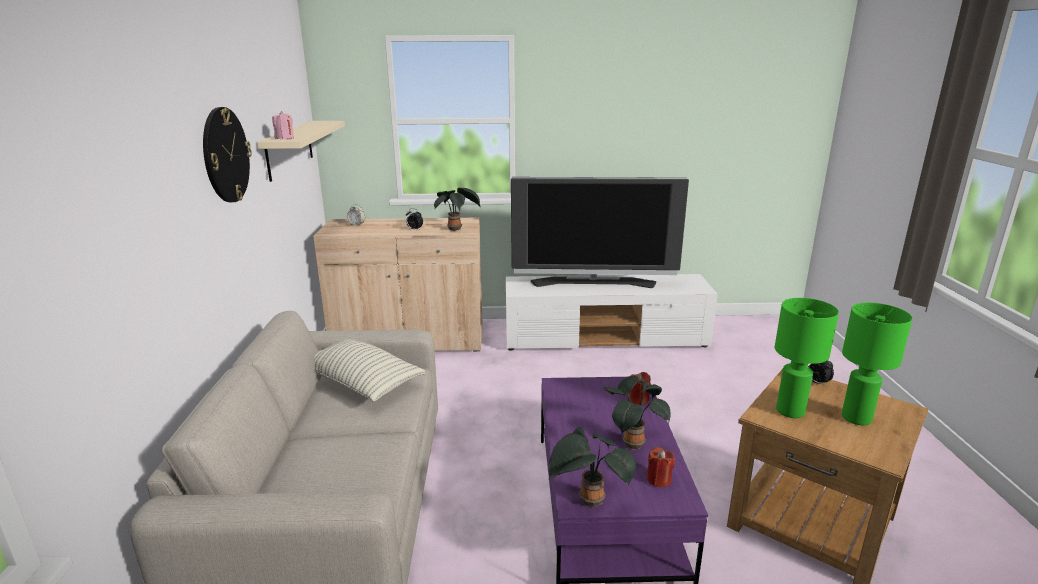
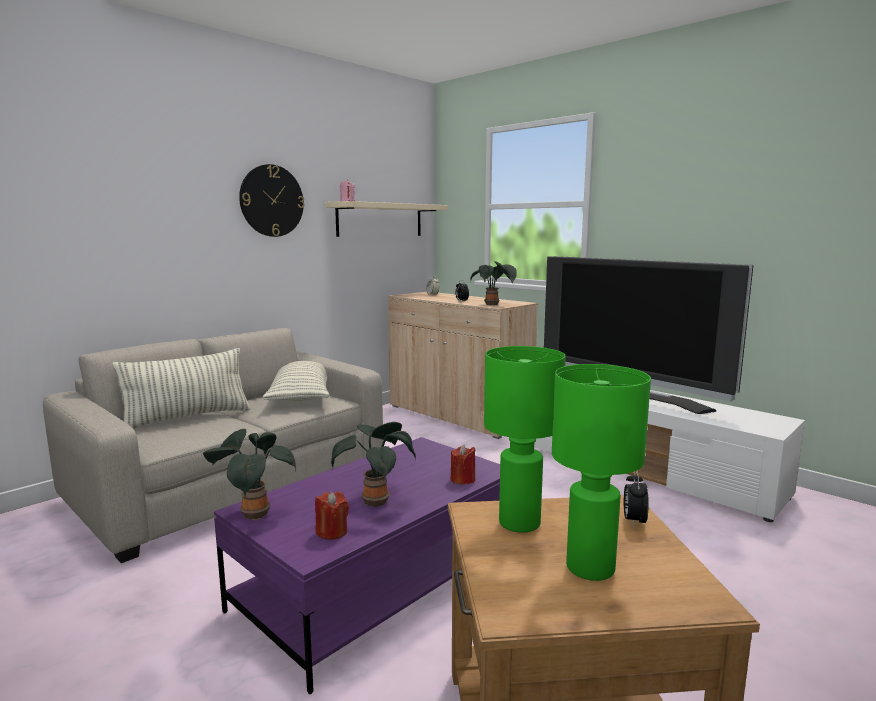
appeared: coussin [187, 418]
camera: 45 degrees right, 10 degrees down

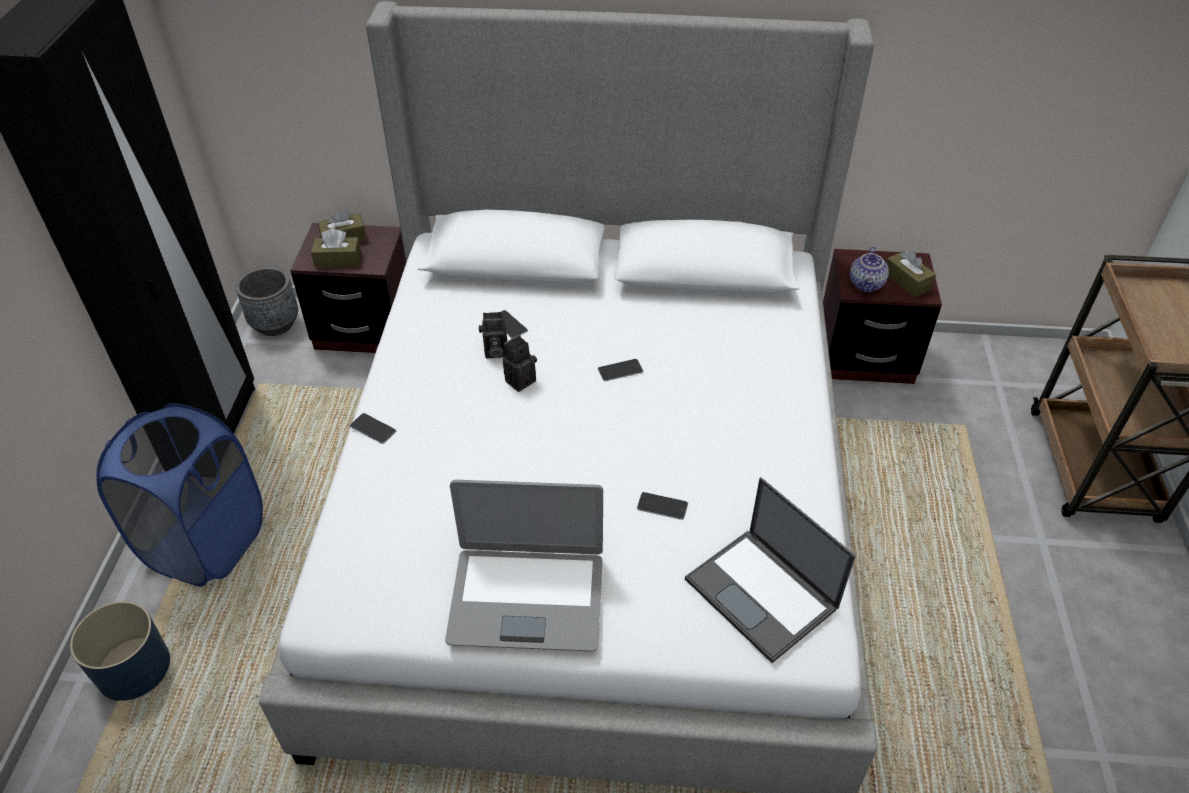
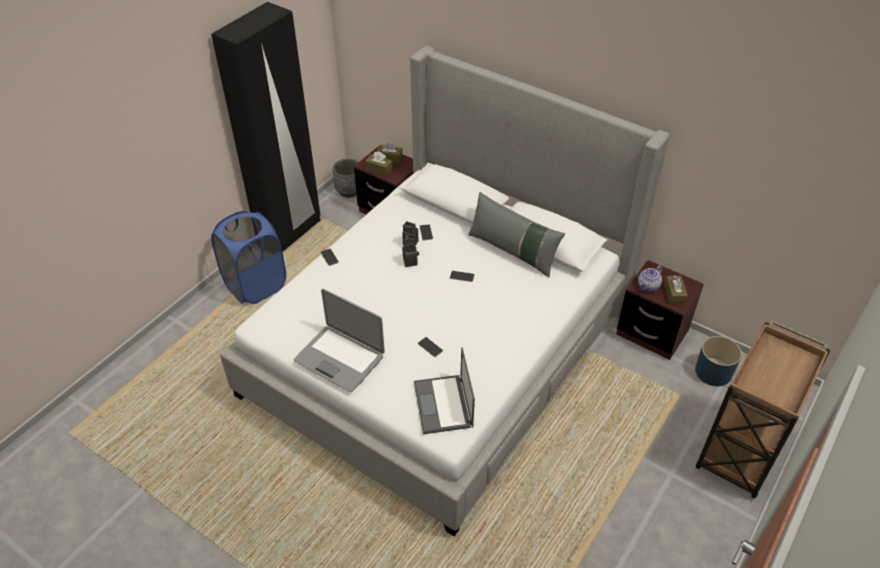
appeared: coussin/gris [513, 251]
relocated: cache-pot/bleu [134, 669] to [713, 372]
camera: 30 degrees right, 0 degrees up

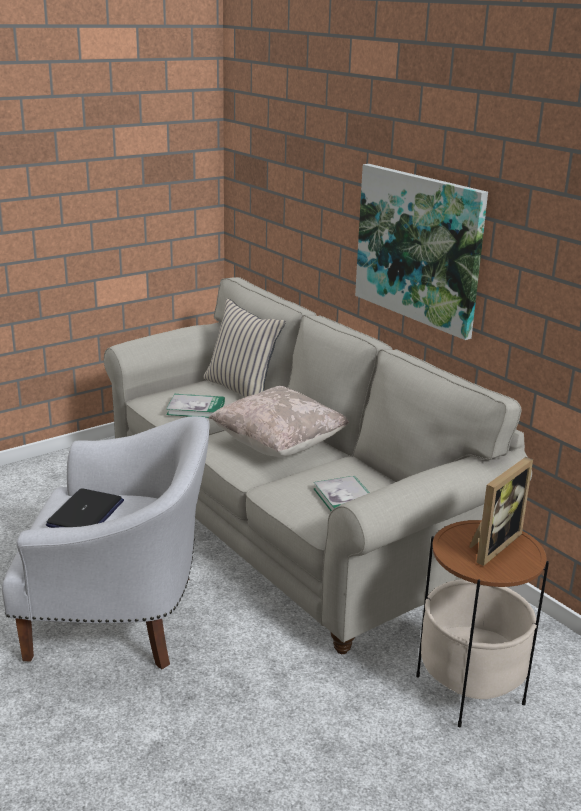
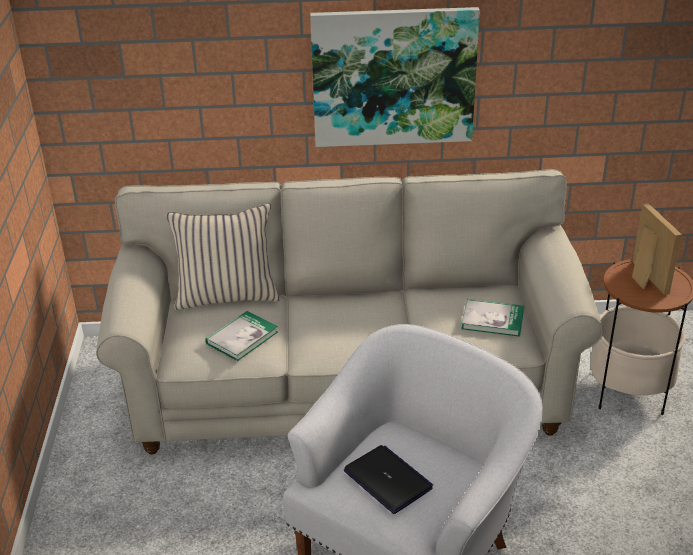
missing: coussin/beige [278, 445]
camera: 55 degrees left, 10 degrees up

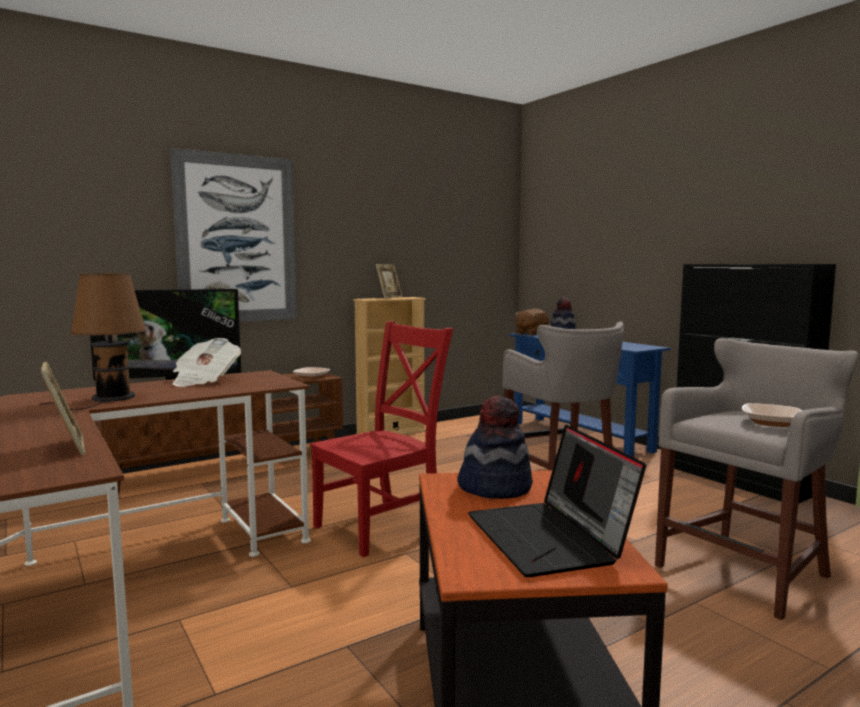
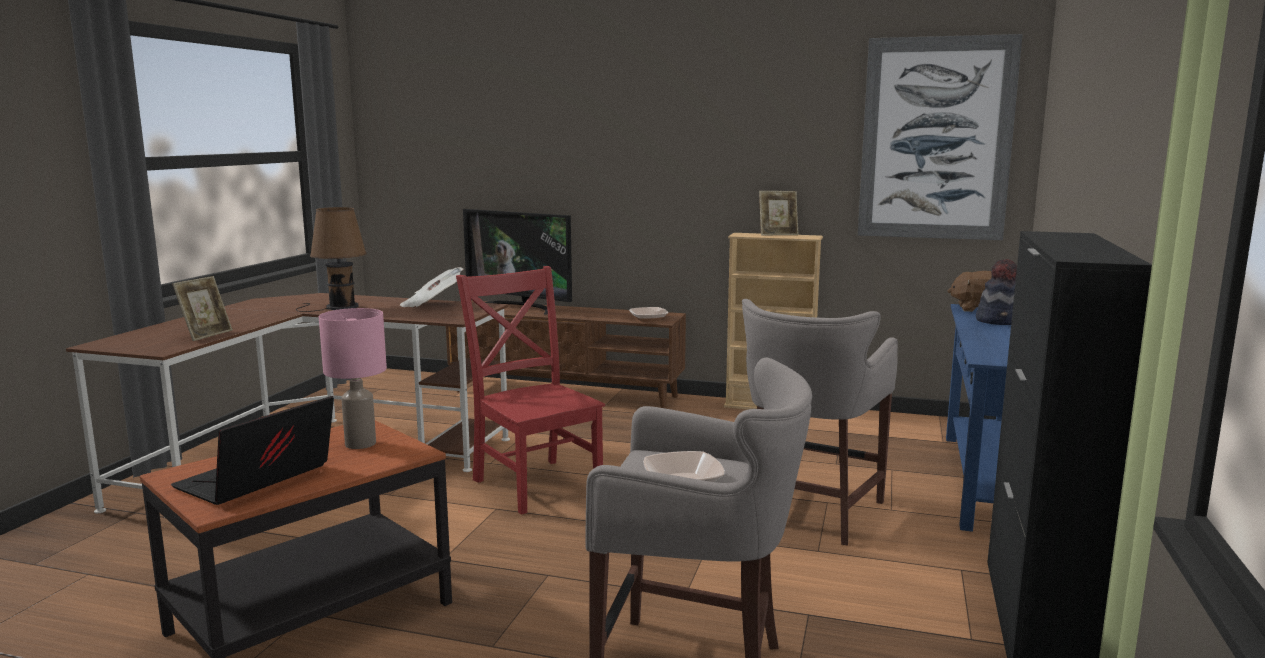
relocated: tableau [237, 239] to [936, 139]
exchanged: chapeau [495, 487] to lampe de table/rose [361, 443]
spun: chaise/rouge [383, 526] = [535, 483] 135 degrees counterclockwise
camera: 50 degrees right, 5 degrees up

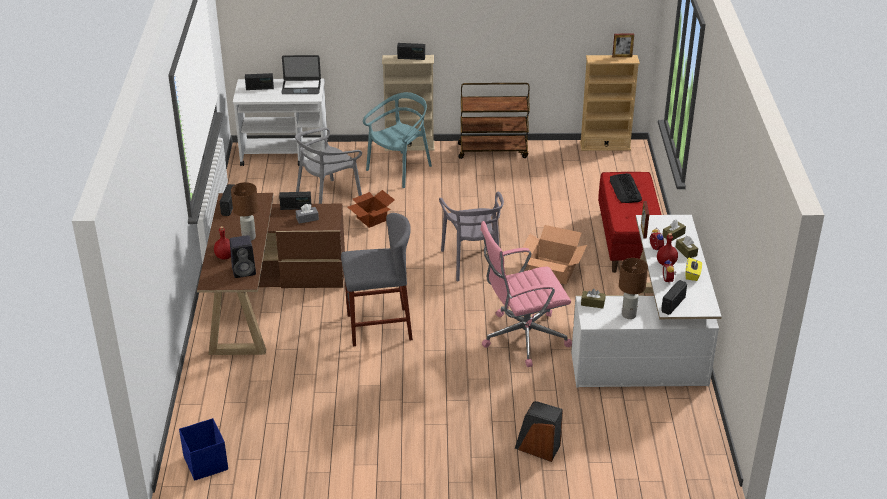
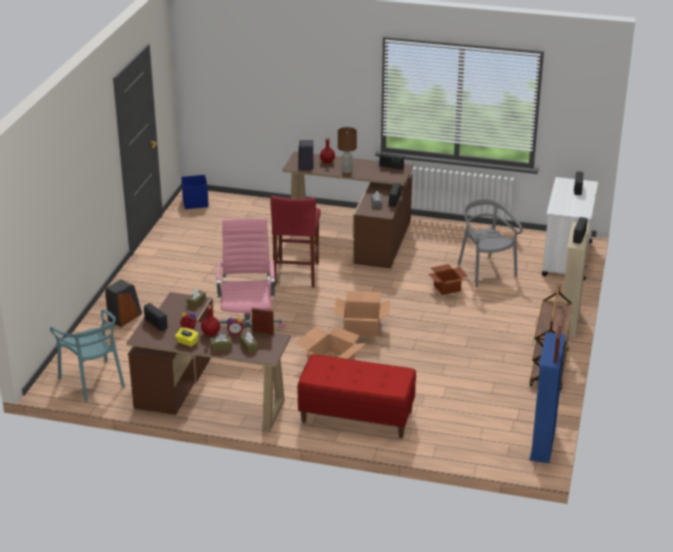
missing: ordinateur portable [301, 87]; clavier [625, 189]; lampe de table/marron [629, 314]
relocated: chaise/turquoise [400, 169] to [93, 381]
exchanged: chaise/gris [473, 262] to carton [361, 327]
colour: tabouret/gris [379, 327] to tabouret/rouge [296, 274]; bureau/blanc [651, 344] to bureau/marron [204, 394]; bibliothèque/beige [605, 146] to bibliothèque/bleu [543, 444]
camera: 105 degrees right, 5 degrees down

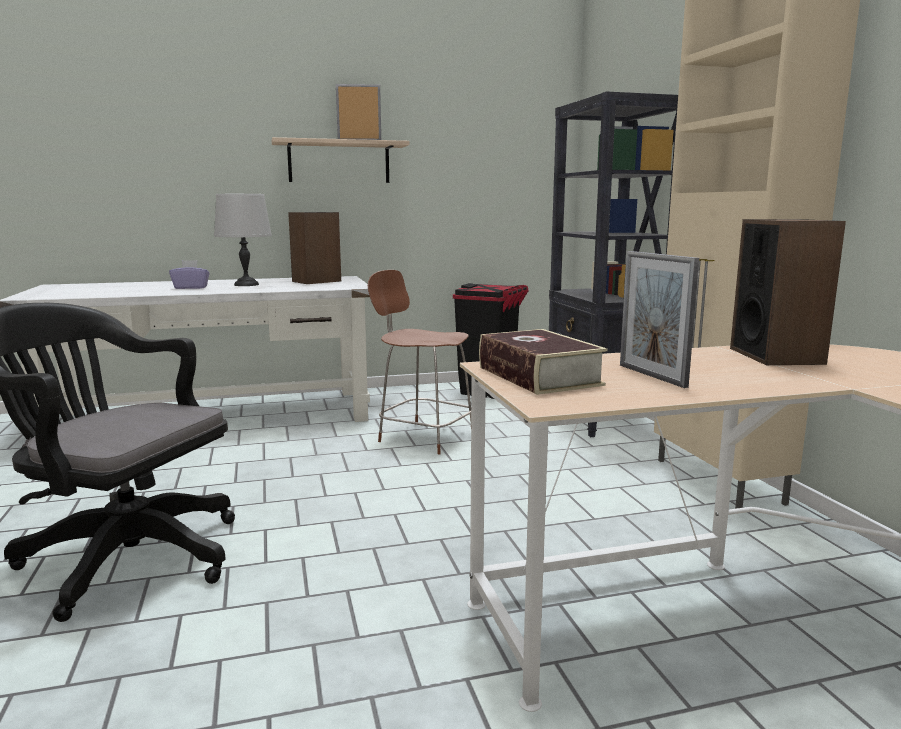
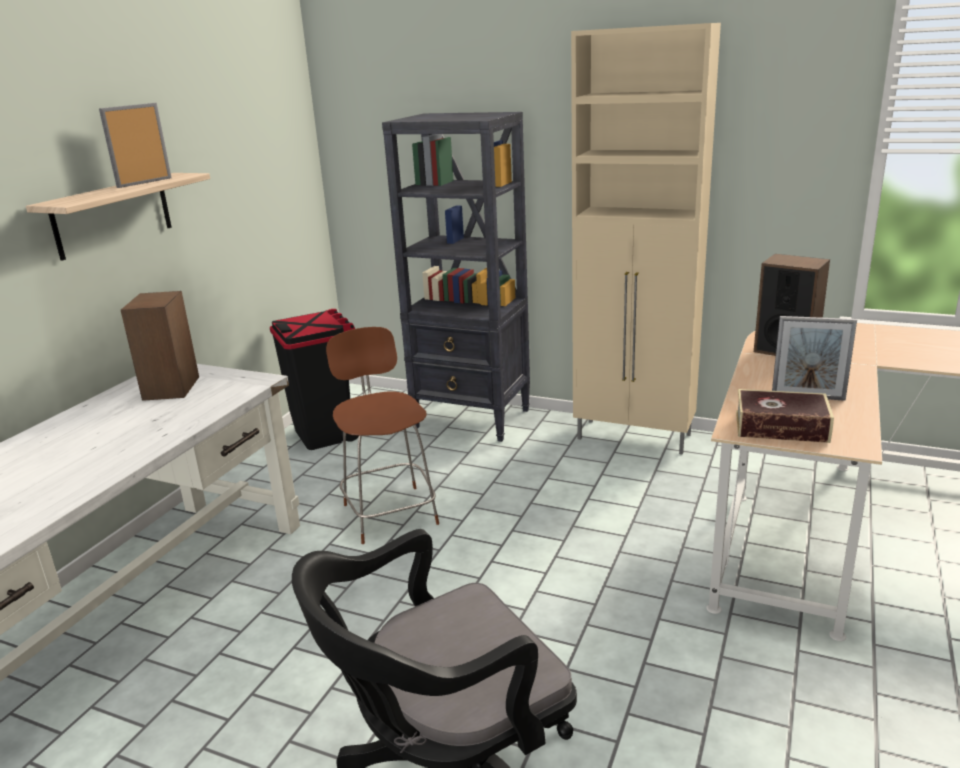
missing: boîte à mouchoirs/violet [191, 287]; lampe de table/gris [246, 284]
spun: chaise/marron [423, 436] = [389, 512] 90 degrees clockwise
camera: 50 degrees left, 10 degrees up

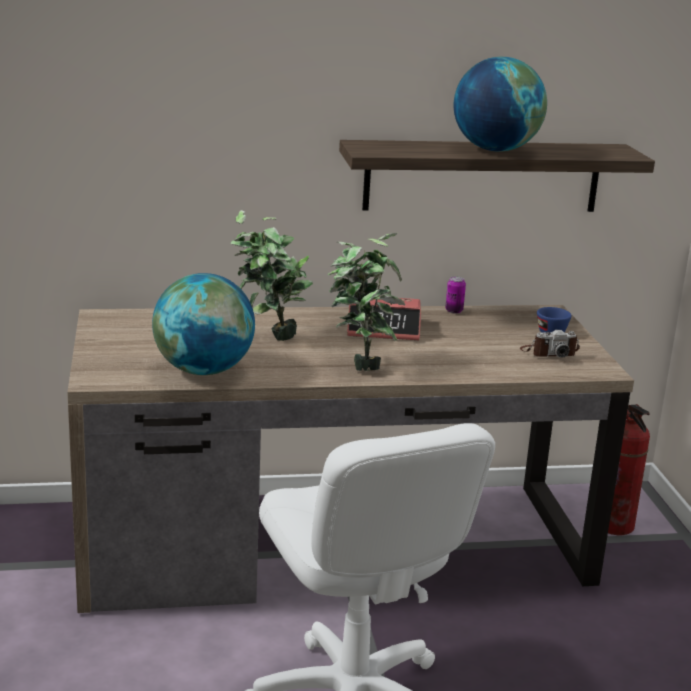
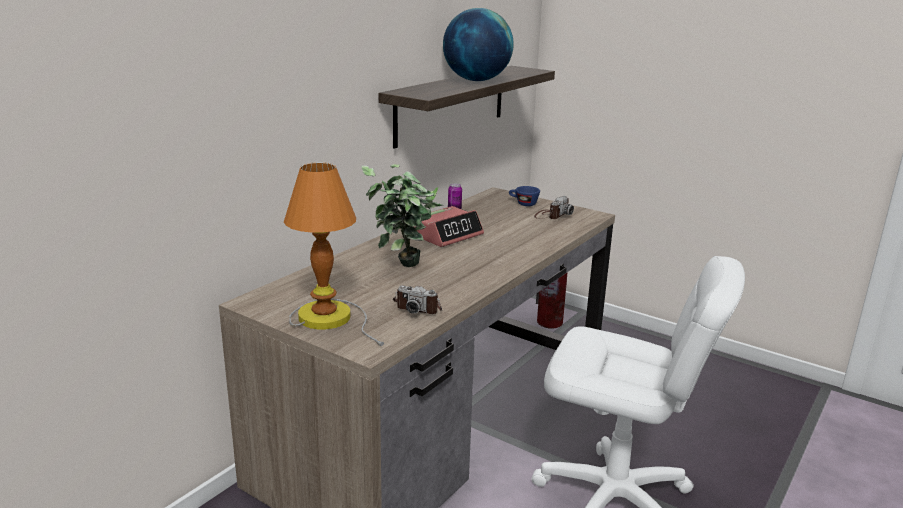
missing: plante en pot [360, 364]
appeared: lampe de table [331, 318]
exchanged: globe [204, 371] to appareil photo [418, 307]
camera: 45 degrees left, 0 degrees up

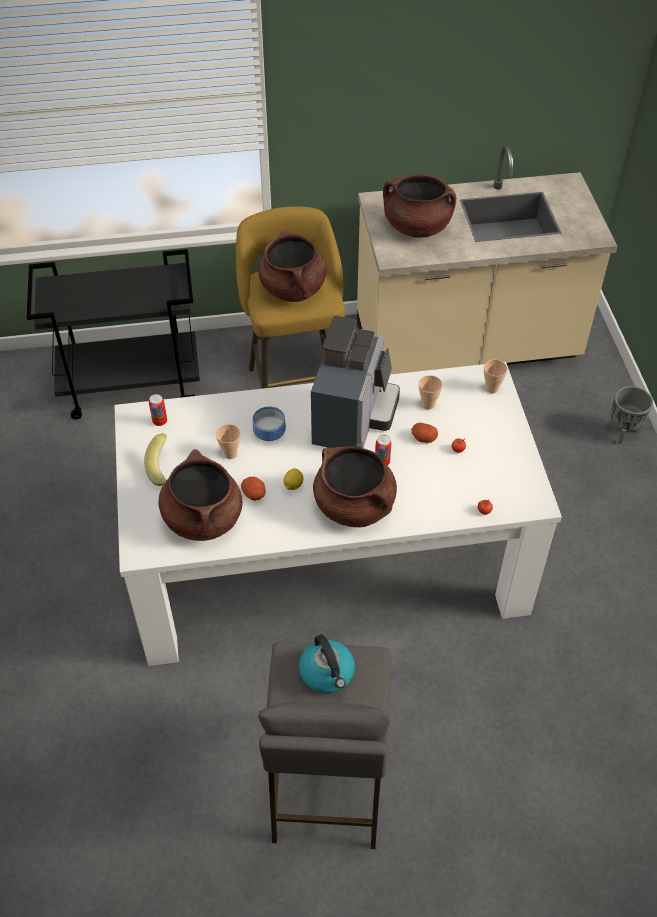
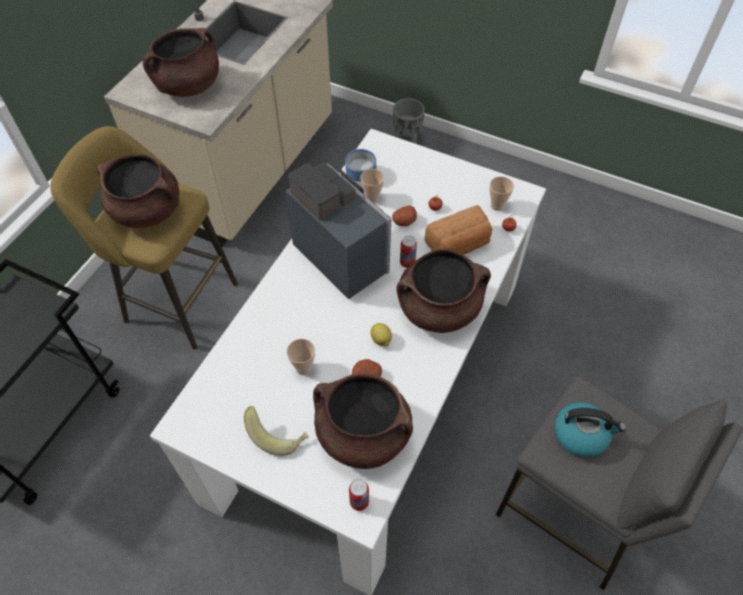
appeared: pain [458, 245]
relocated: boîte métallique [160, 421] to [359, 502]; bol [270, 432] to [360, 174]; tasse [492, 388] to [497, 206]
camera: 55 degrees left, 5 degrees up

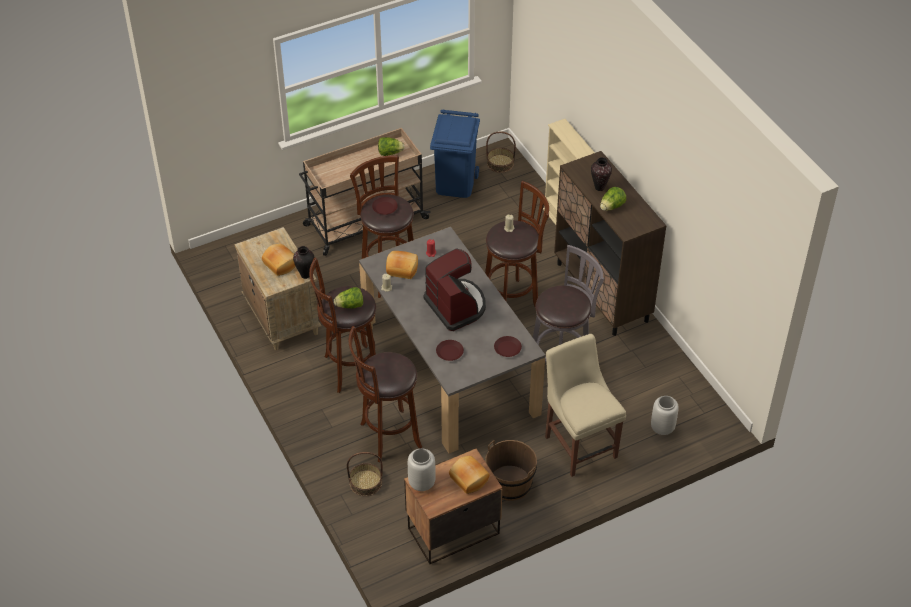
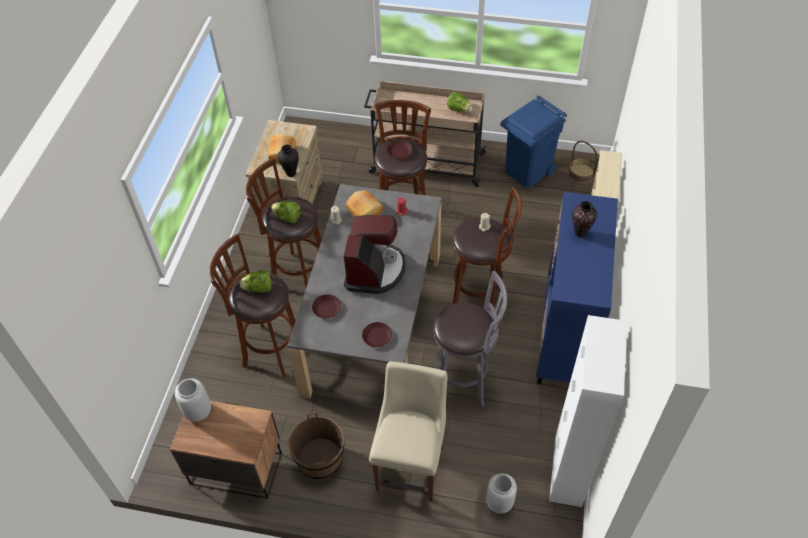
missing: panier [365, 483]; pain [468, 479]
appeared: meuble de rangement/blanc [568, 470]
relocated: laitue [612, 207] to [258, 288]
colour: meuble de rangement/marron [602, 292] to meuble de rangement/bleu [564, 337]
camera: 40 degrees right, 5 degrees up

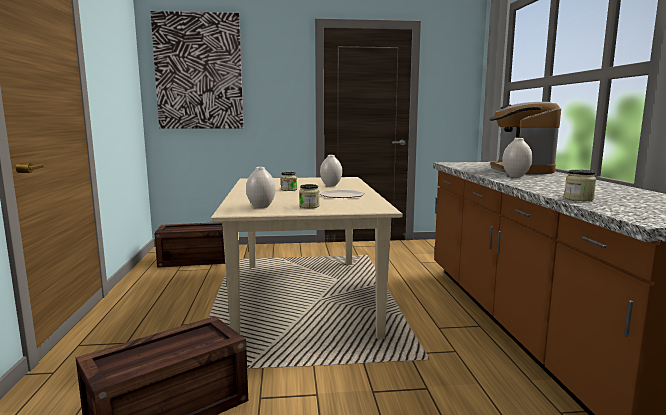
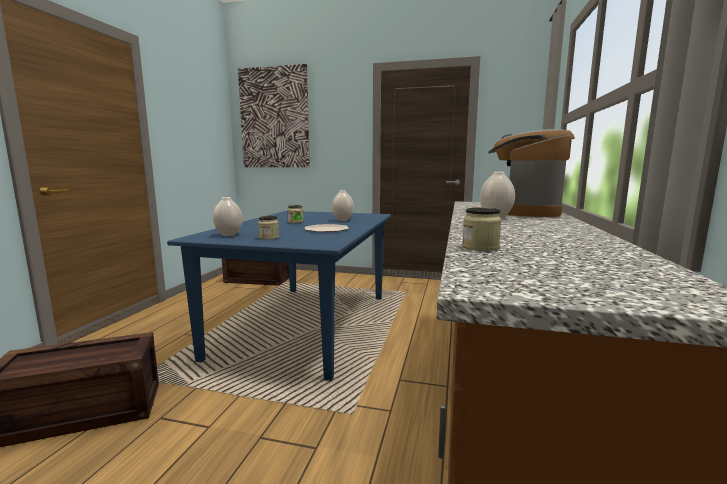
colour: table à manger/beige [305, 296] to table à manger/bleu [306, 324]
camera: 20 degrees right, 0 degrees up

